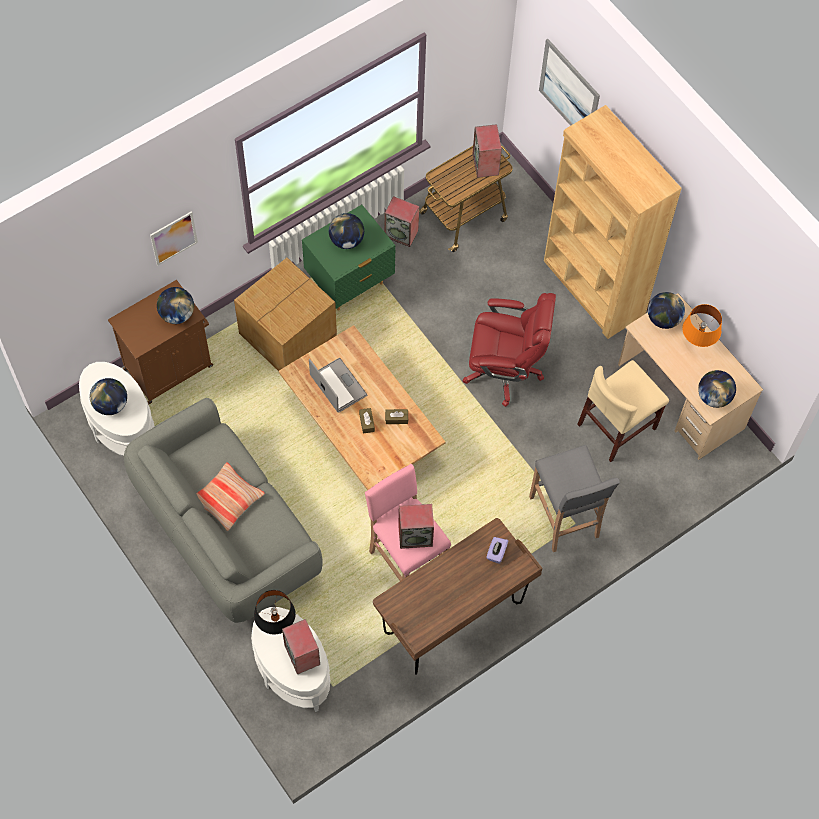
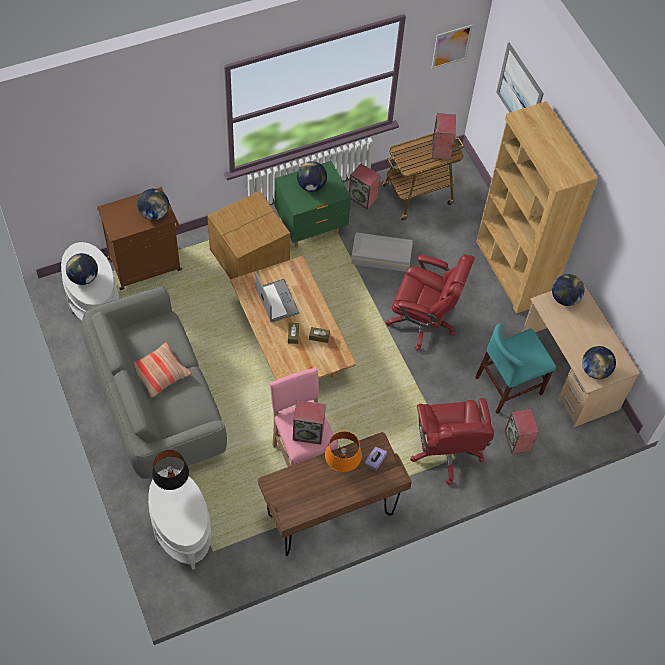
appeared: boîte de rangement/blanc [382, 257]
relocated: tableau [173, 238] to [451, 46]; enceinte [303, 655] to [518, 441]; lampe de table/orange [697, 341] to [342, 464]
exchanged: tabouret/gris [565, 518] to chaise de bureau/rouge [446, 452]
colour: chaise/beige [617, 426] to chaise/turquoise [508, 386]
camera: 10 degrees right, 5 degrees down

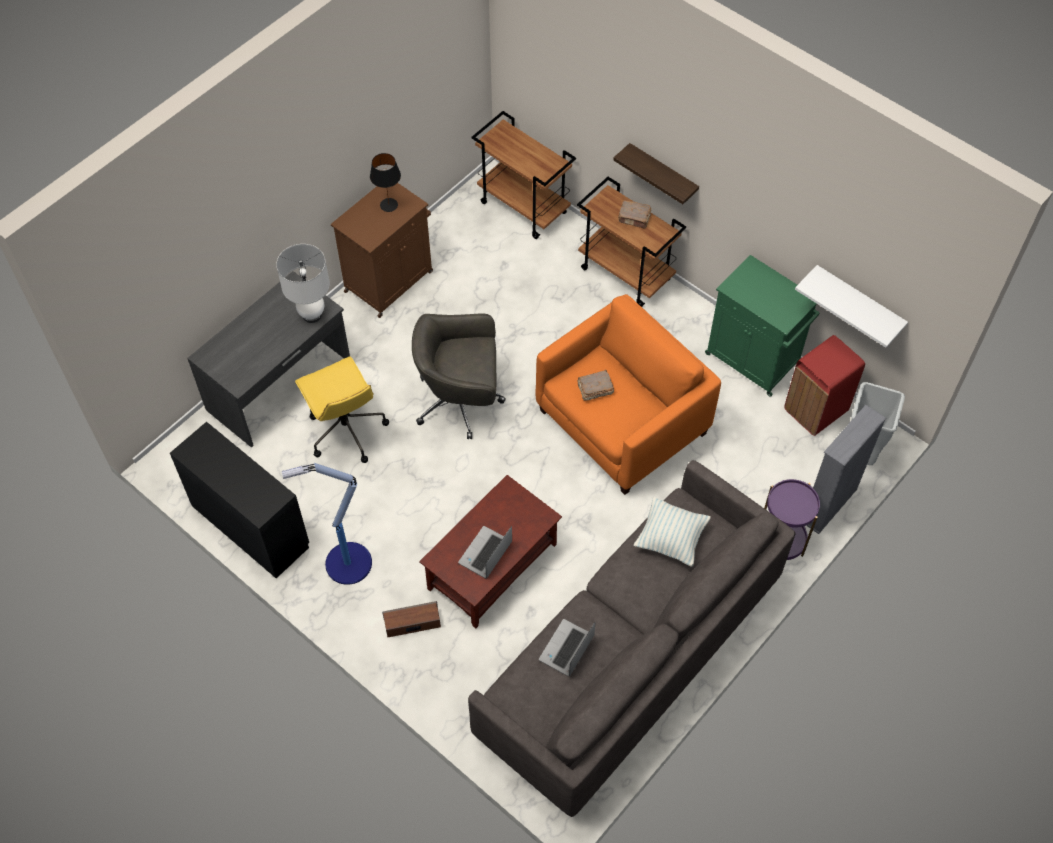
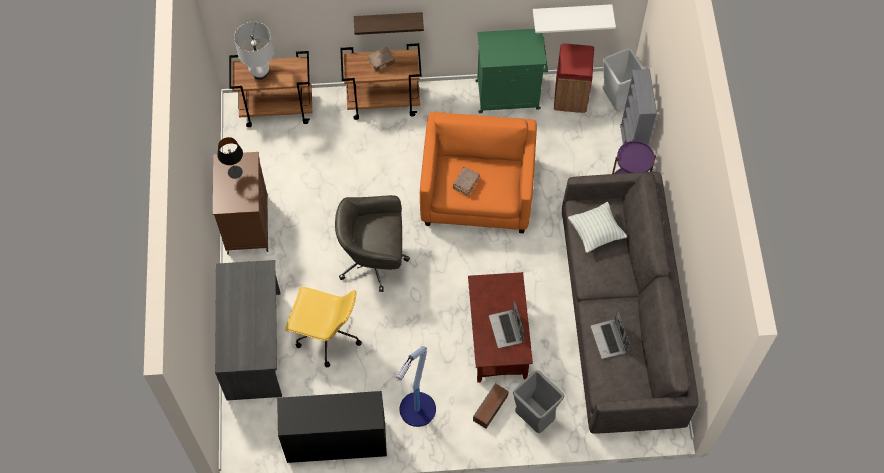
appeared: poubelle/gris [533, 418]
relocated: lampe de table/blanc [312, 315] to [260, 73]
spun: chaise de bureau/gris [461, 401] = [374, 259] 45 degrees clockwise
camera: 45 degrees left, 5 degrees up

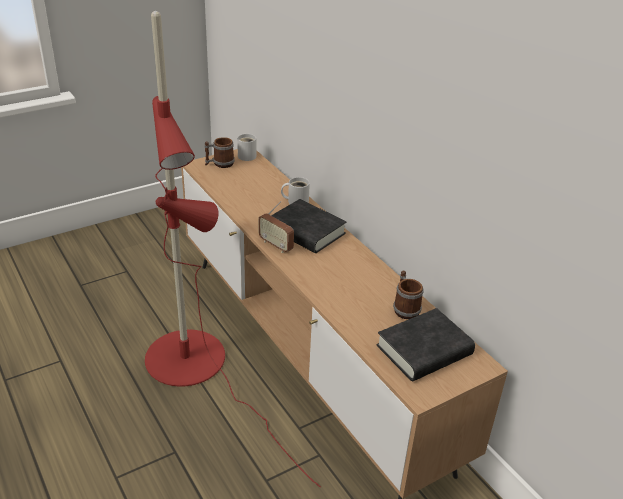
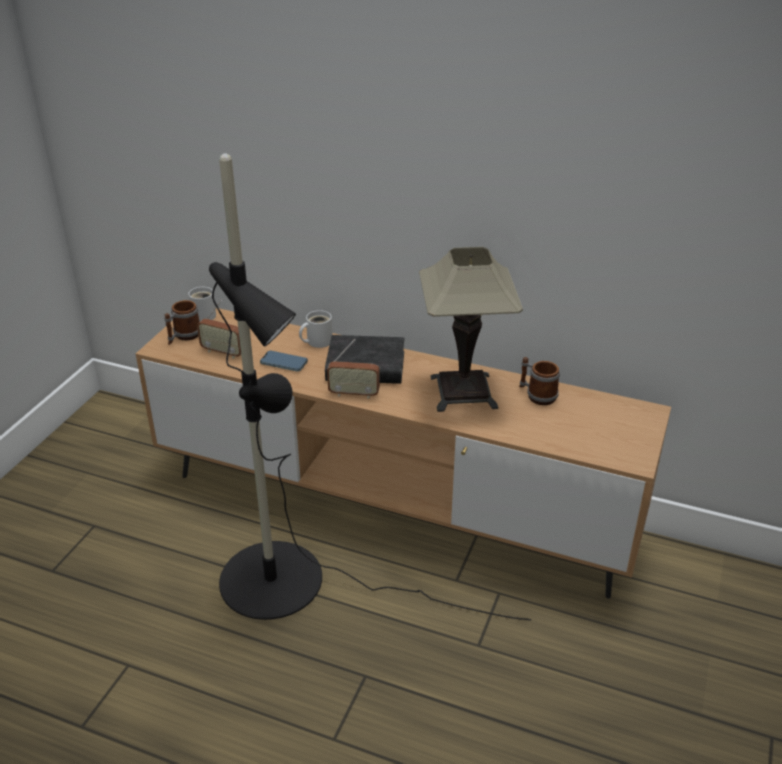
missing: livre/noir [424, 350]
appeared: radio [223, 352]; téléphone [284, 363]; lampe de table [463, 392]
colour: lampadaire/rouge [197, 367] to lampadaire/noir [295, 582]
camera: 35 degrees left, 0 degrees up

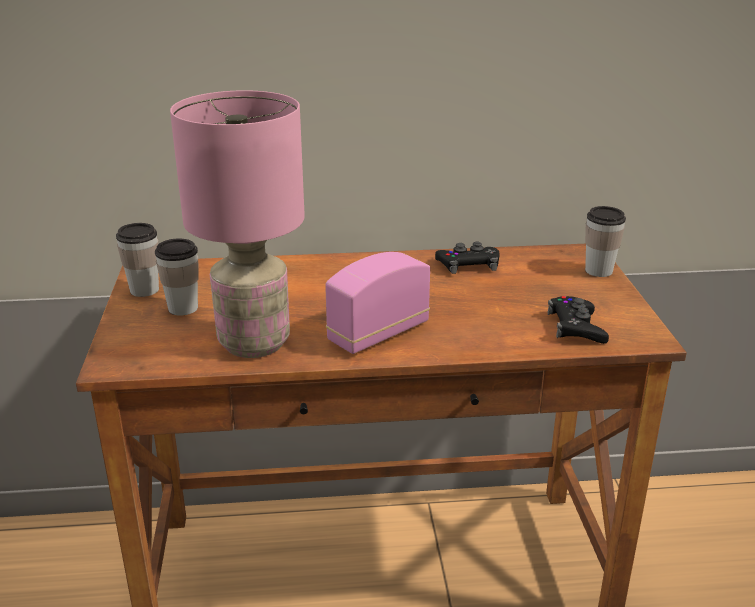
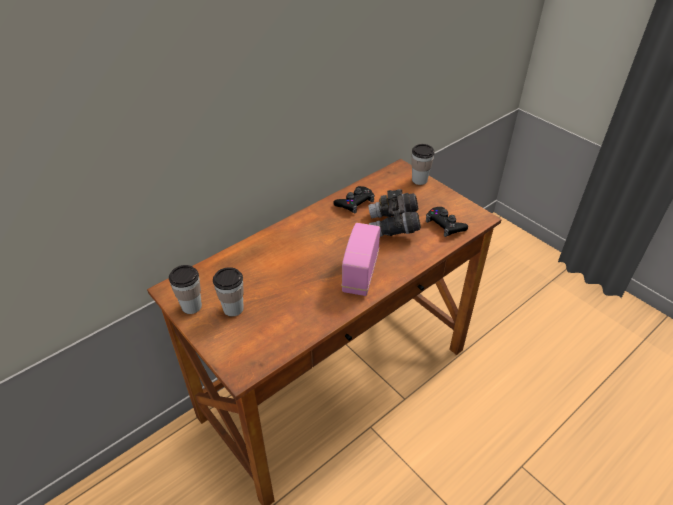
missing: lampe de table/rose [253, 344]
appeared: jumelles/gris [393, 227]
camera: 35 degrees left, 15 degrees up

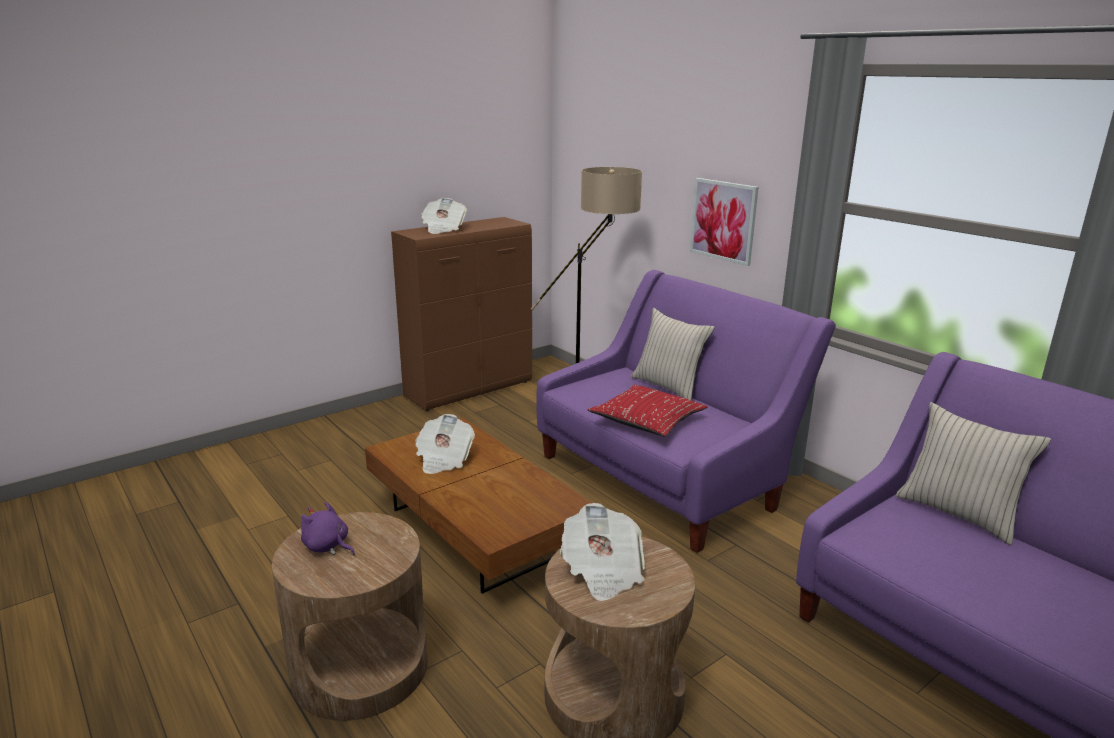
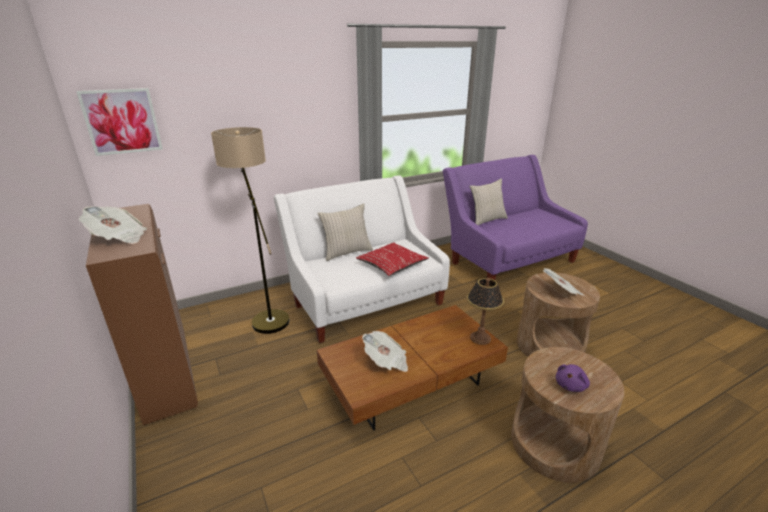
appeared: lampe de table [480, 338]
relocated: tableau [723, 220] to [122, 121]
colour: canapé/violet [664, 477] to canapé/blanc [364, 300]
camera: 80 degrees left, 5 degrees up

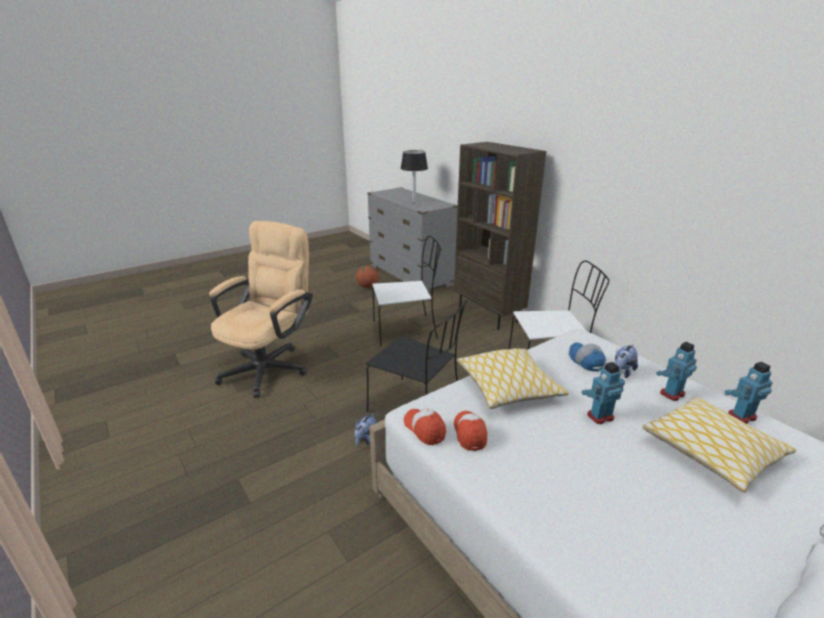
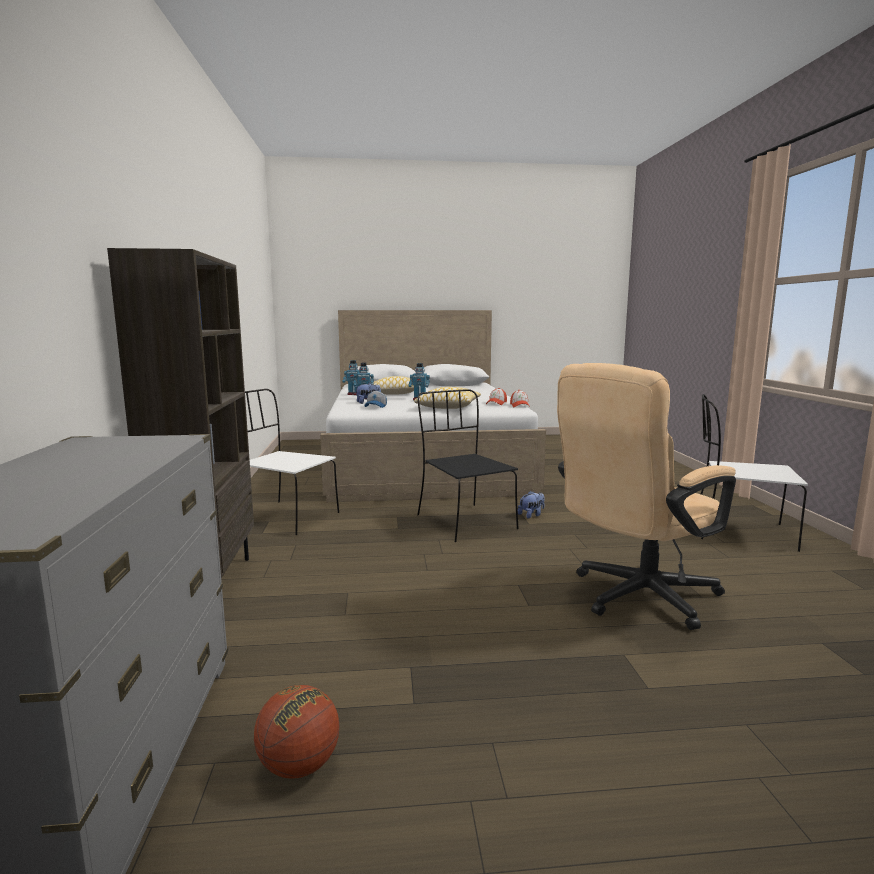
missing: lampe de table/noir [414, 202]
relocated: chaise/blanc [406, 330] to [738, 532]
camera: 150 degrees left, 15 degrees down

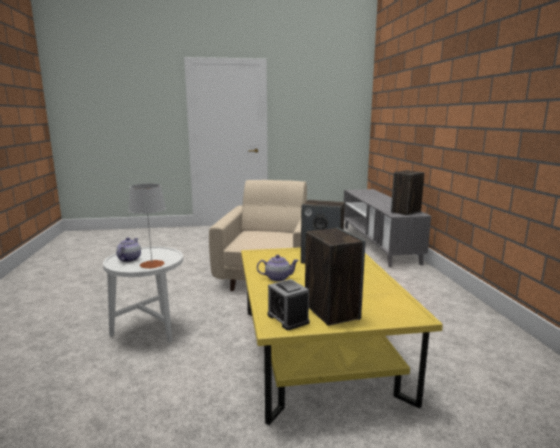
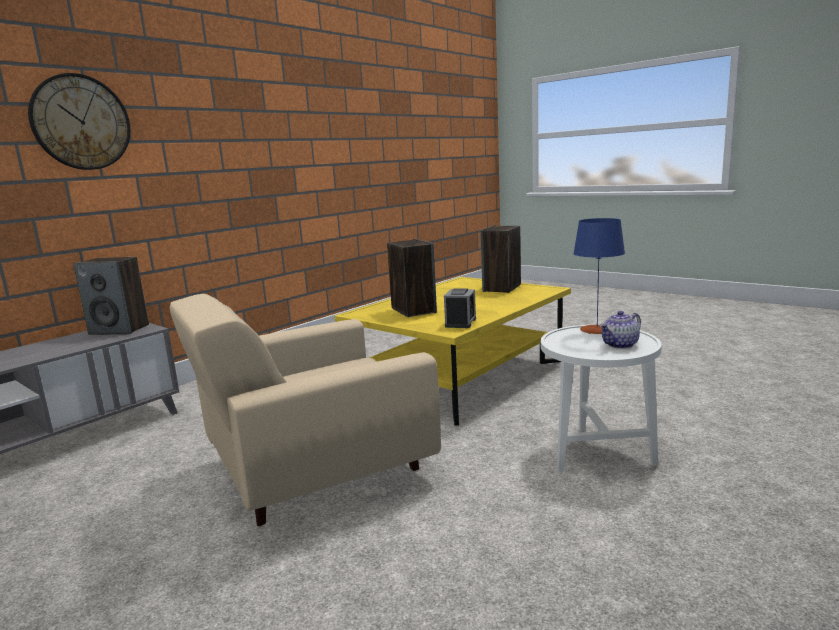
missing: théière [277, 278]
appeared: horloge murale [81, 122]
relocated: réveil [288, 318] to [460, 322]
colour: lampe de table/gris [152, 264] to lampe de table/bleu [597, 329]
camera: 130 degrees left, 0 degrees up

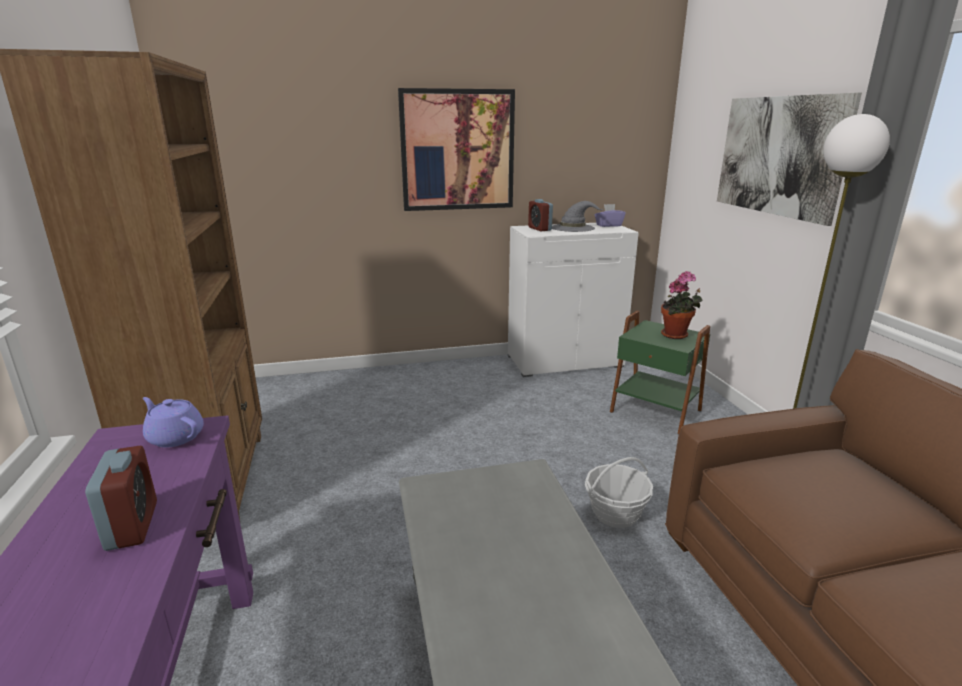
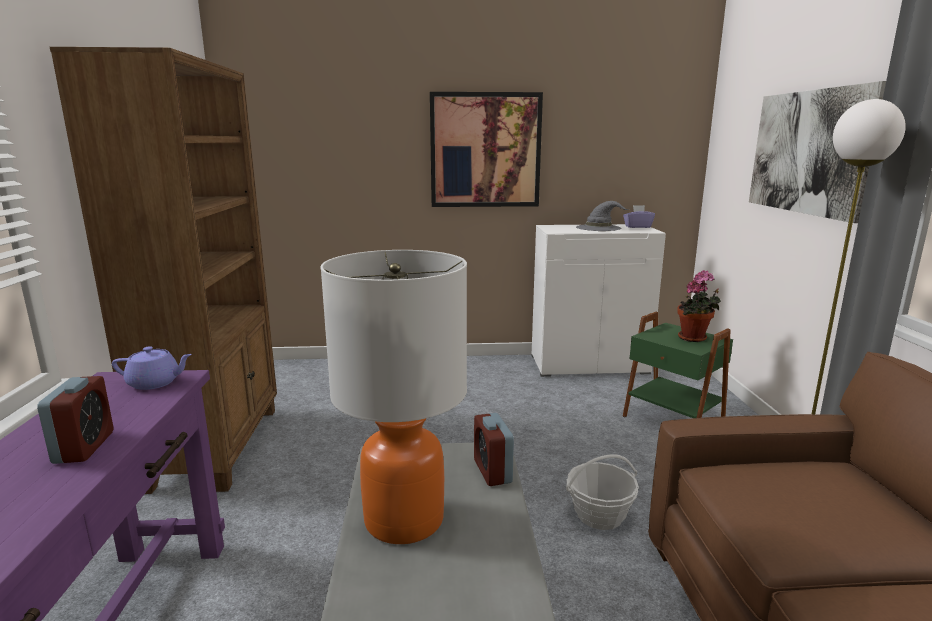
appeared: lampe de table [405, 519]
relocated: réveil [539, 229] to [492, 471]
spun: théière/violet [175, 437] = [155, 383] 135 degrees clockwise
camera: 10 degrees right, 5 degrees down

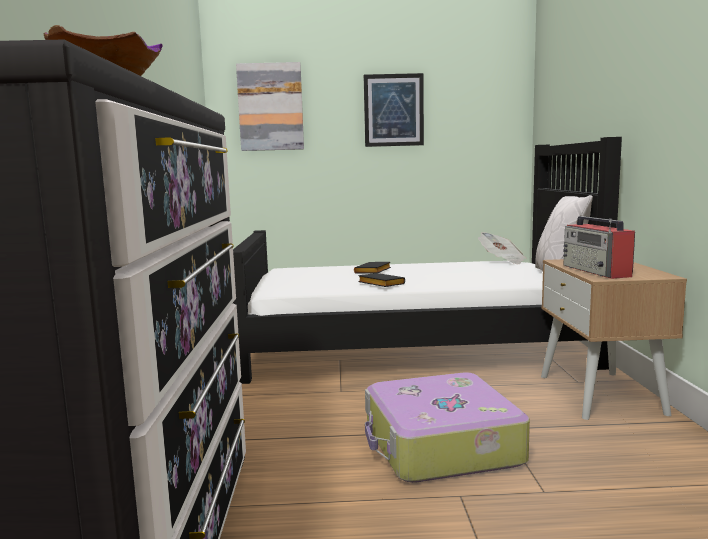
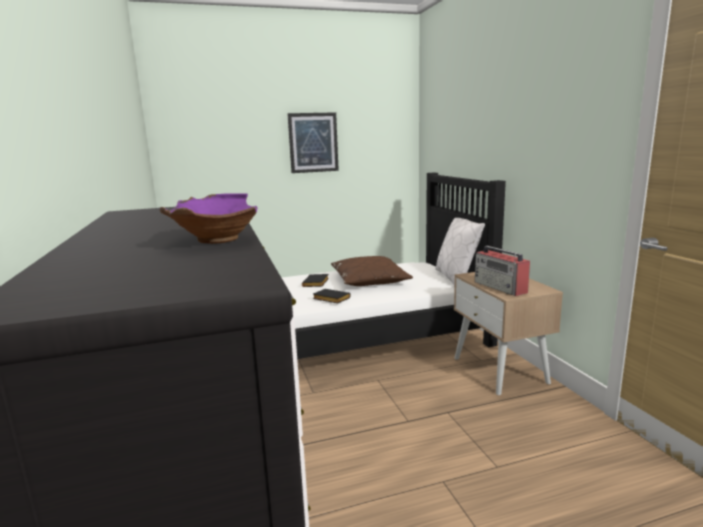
missing: tableau [270, 107]; valise [440, 445]; journal [502, 261]
appeared: coussin/marron [369, 280]
camera: 15 degrees left, 5 degrees up

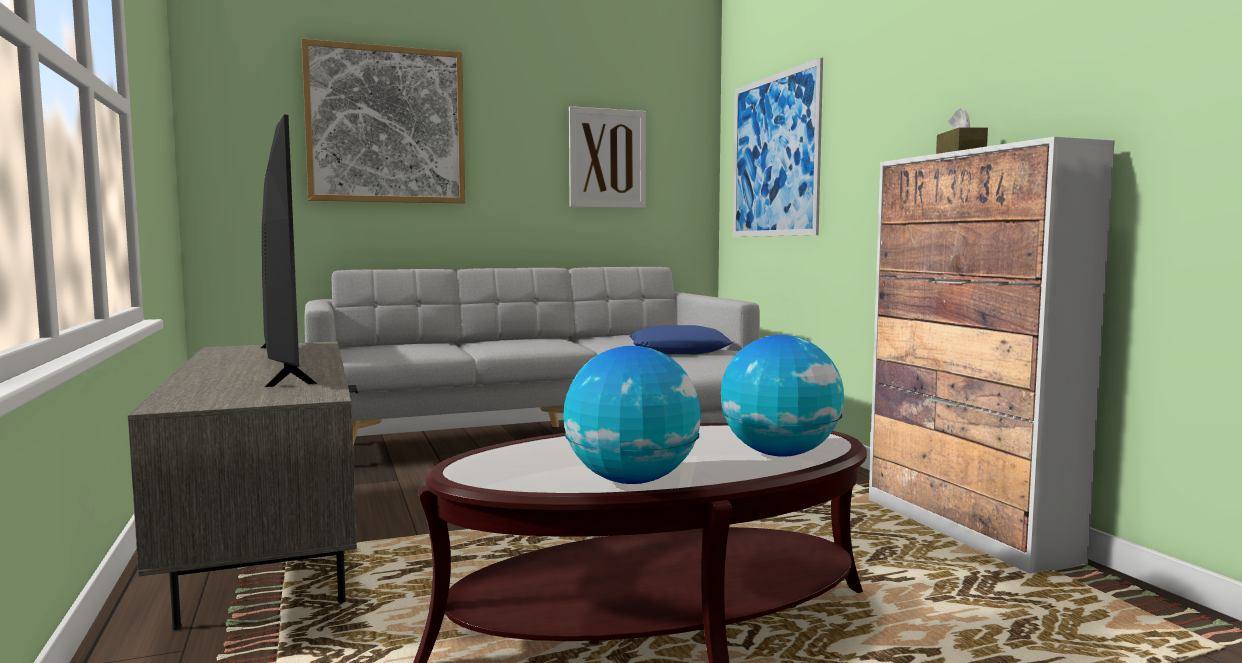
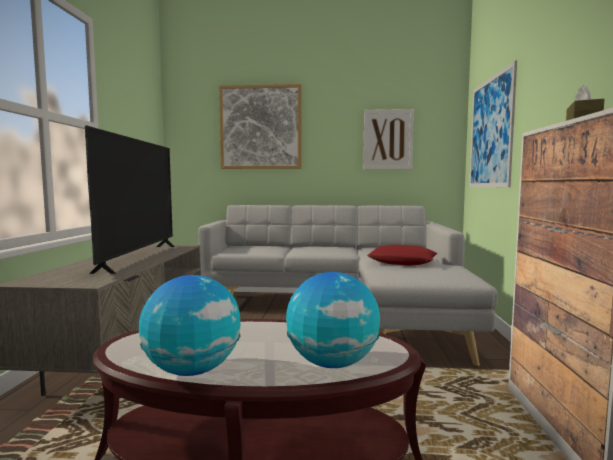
colour: coussin/bleu [679, 351] to coussin/rouge [402, 262]
camera: 25 degrees right, 0 degrees up

